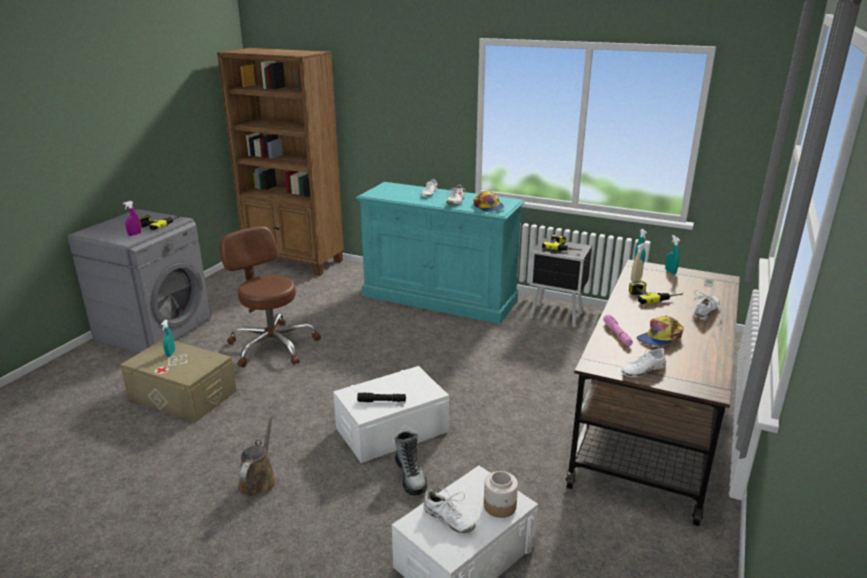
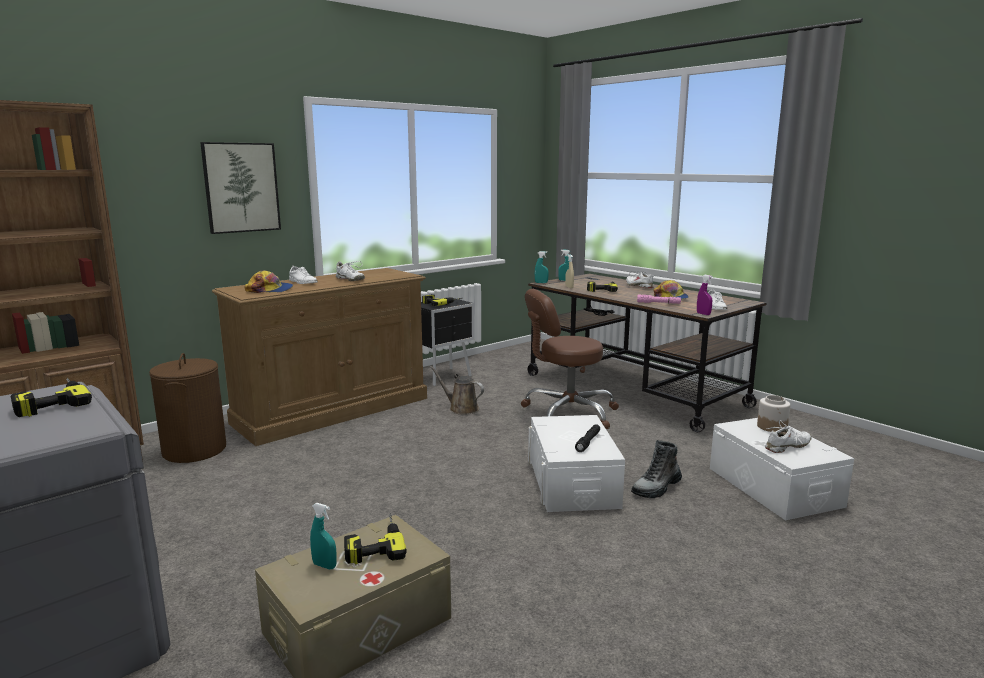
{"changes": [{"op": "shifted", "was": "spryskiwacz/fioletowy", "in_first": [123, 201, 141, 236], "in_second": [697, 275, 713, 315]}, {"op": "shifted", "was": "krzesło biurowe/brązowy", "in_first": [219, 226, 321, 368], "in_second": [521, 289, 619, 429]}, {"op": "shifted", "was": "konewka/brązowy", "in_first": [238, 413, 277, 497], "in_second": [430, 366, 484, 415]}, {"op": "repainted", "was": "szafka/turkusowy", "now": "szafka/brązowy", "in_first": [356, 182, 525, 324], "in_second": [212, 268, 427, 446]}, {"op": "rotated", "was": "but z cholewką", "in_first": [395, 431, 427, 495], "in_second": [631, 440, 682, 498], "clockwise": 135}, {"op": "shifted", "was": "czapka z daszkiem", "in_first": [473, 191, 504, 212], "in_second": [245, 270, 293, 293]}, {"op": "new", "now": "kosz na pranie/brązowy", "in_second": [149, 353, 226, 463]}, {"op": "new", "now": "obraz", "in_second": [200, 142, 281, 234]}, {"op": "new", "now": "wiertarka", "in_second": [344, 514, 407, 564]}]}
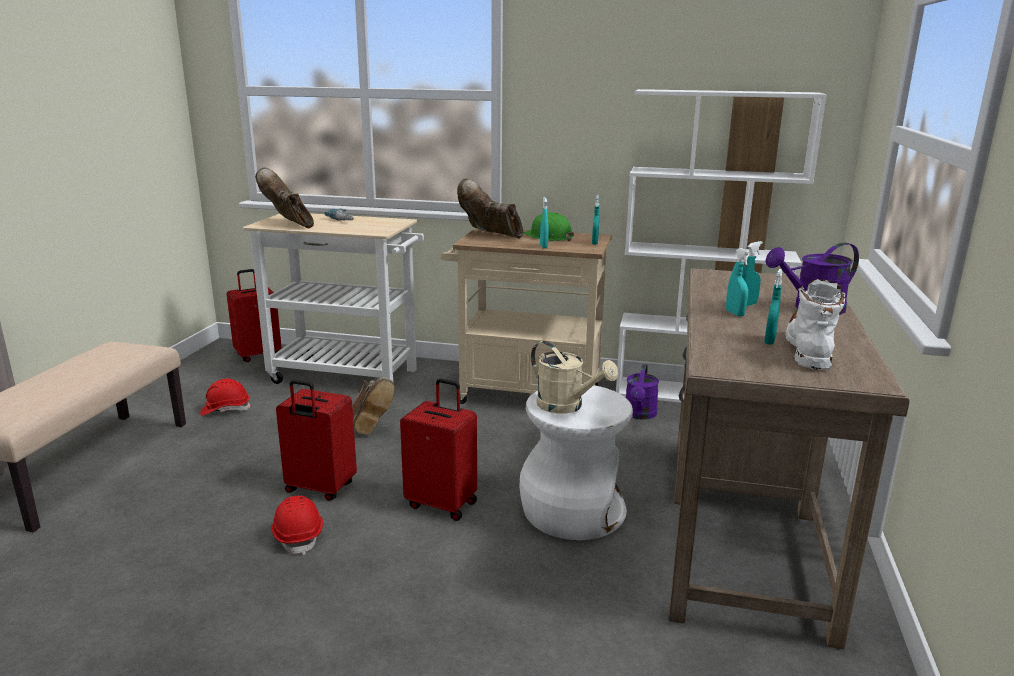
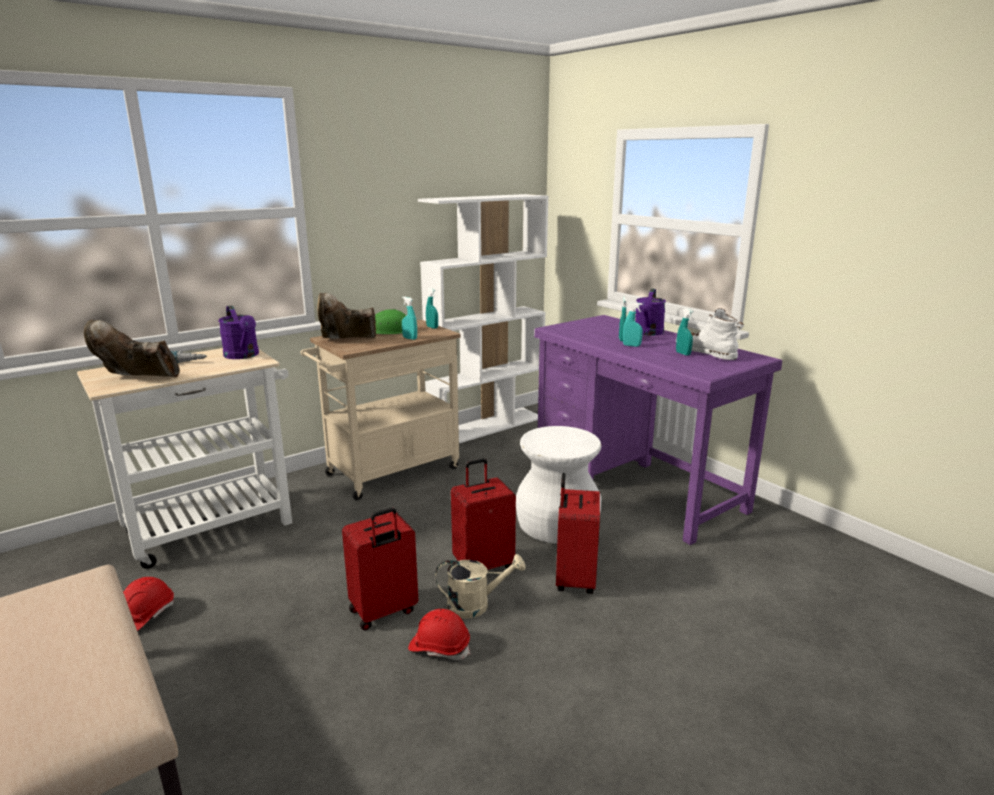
{"changes": [{"op": "shifted", "was": "walizka/czerwony", "in_first": [227, 269, 282, 362], "in_second": [556, 473, 600, 594]}, {"op": "gone", "was": "but z cholewką/brązowy", "in_first": [352, 377, 395, 435]}, {"op": "shifted", "was": "konewka/beżowy", "in_first": [531, 341, 618, 414], "in_second": [435, 554, 525, 619]}, {"op": "shifted", "was": "konewka/fioletowy", "in_first": [626, 364, 659, 420], "in_second": [218, 306, 259, 359]}, {"op": "repainted", "was": "biurko/brązowy", "now": "biurko/fioletowy", "in_first": [669, 268, 909, 649], "in_second": [534, 315, 782, 545]}]}
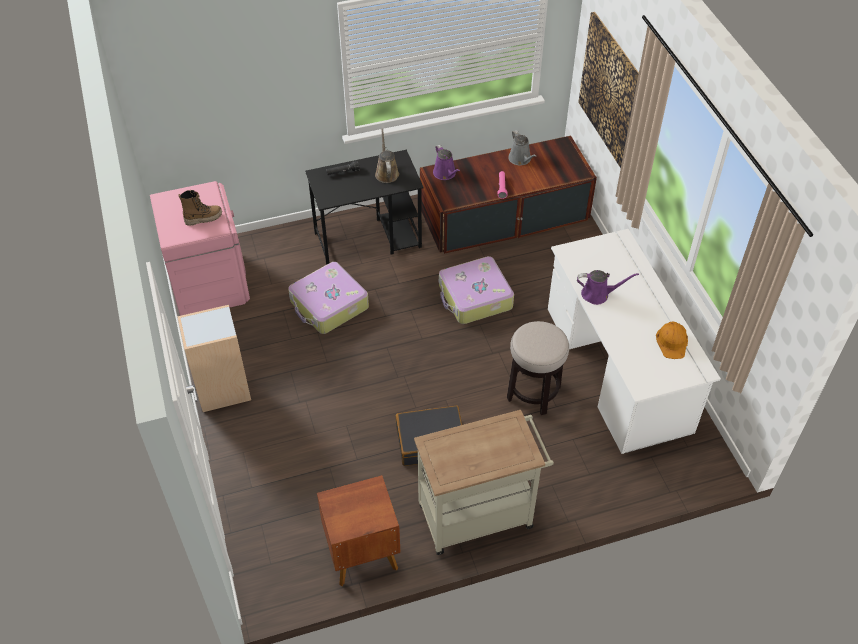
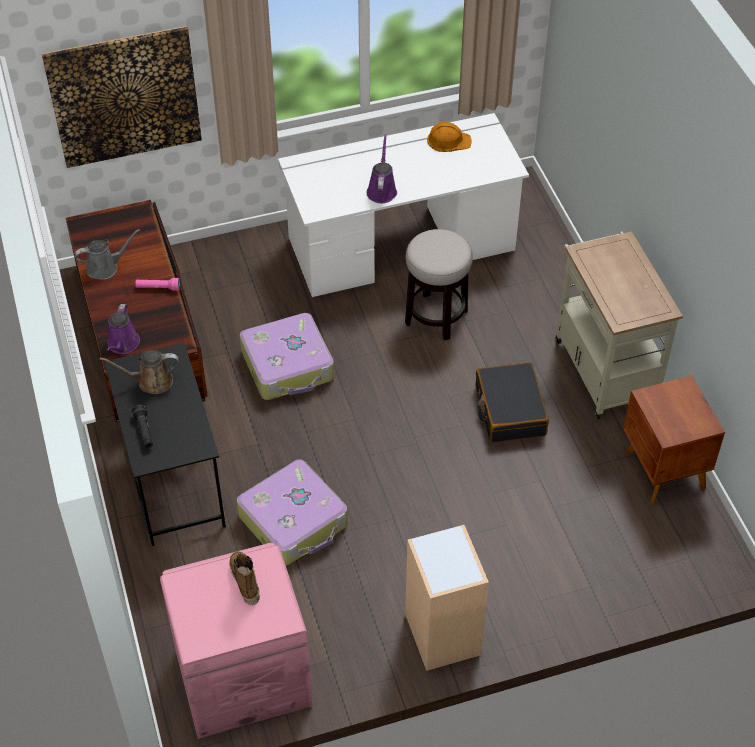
{"changes": [{"op": "rotated", "was": "konewka/fioletowy", "in_first": [433, 145, 460, 180], "in_second": [107, 304, 140, 354], "clockwise": 120}]}
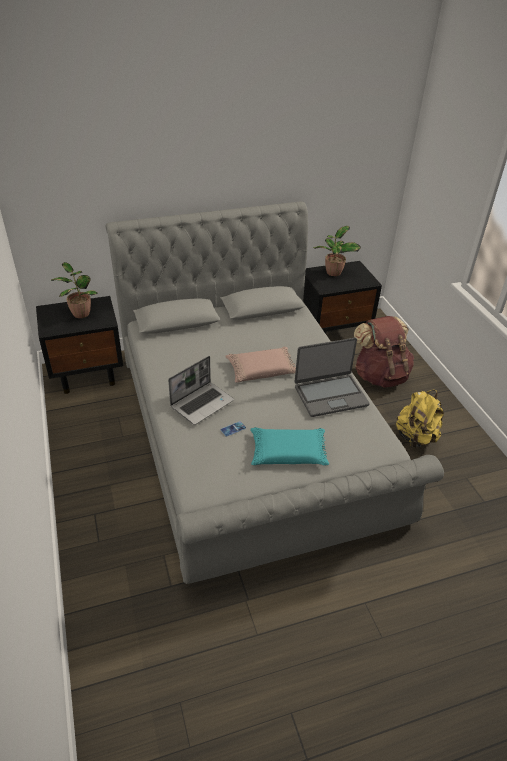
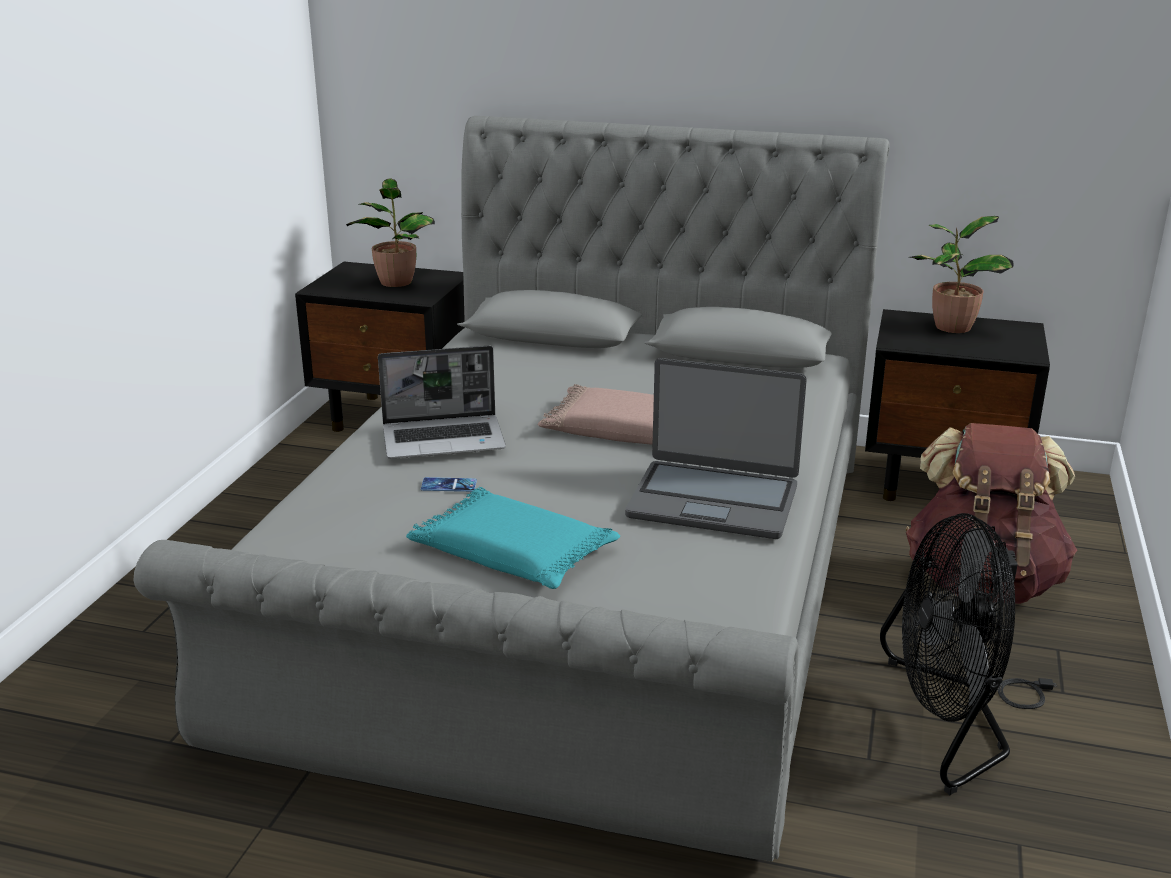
{"changes": [{"op": "swapped", "was": "plecak/żółty", "now": "wentylator/czarny", "in_first": [396, 390, 444, 448], "in_second": [880, 513, 1057, 795]}]}
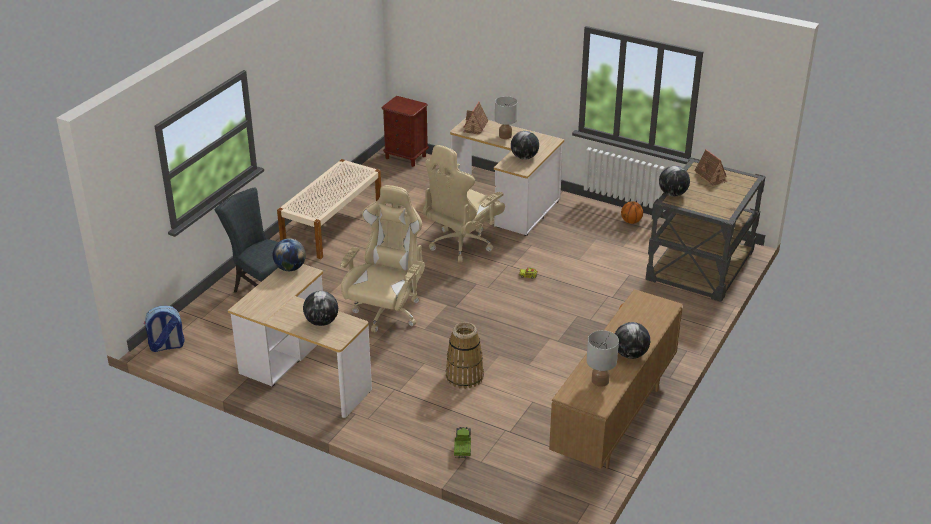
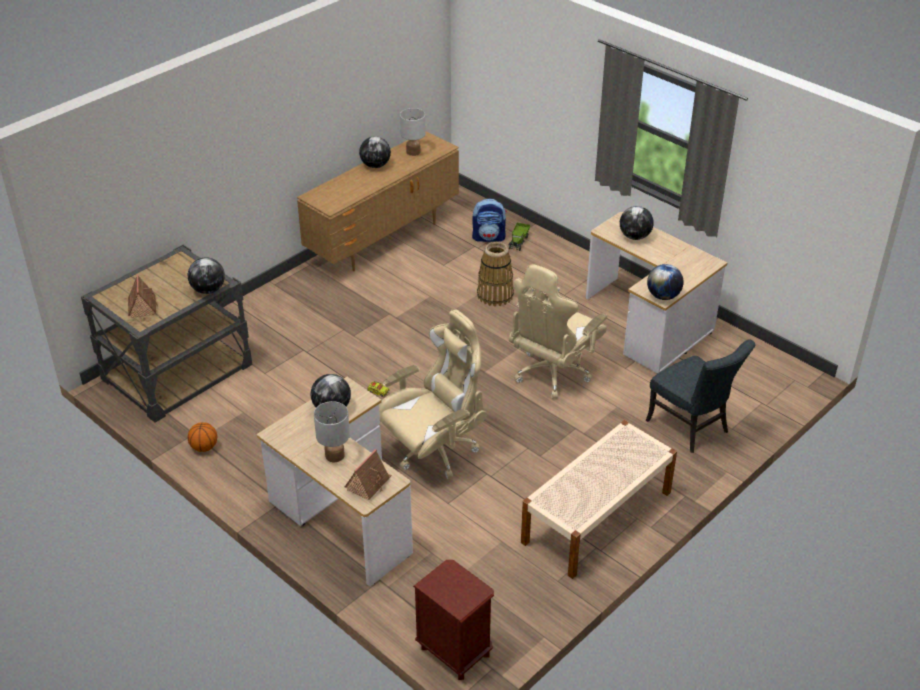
{"changes": [{"op": "shifted", "was": "plecak", "in_first": [144, 306, 185, 352], "in_second": [472, 198, 507, 242]}]}
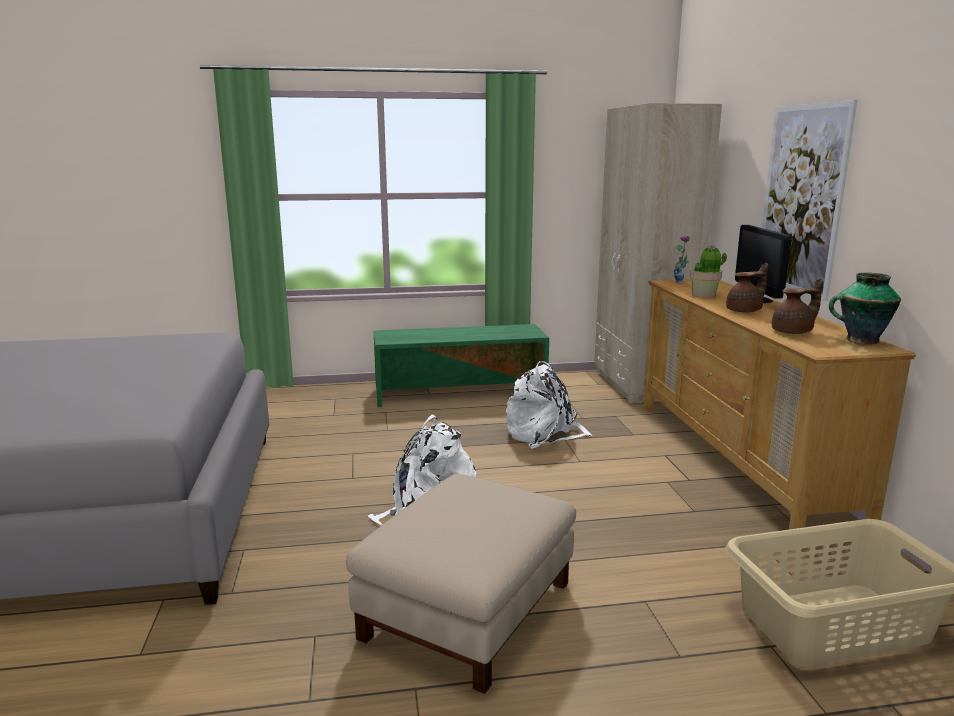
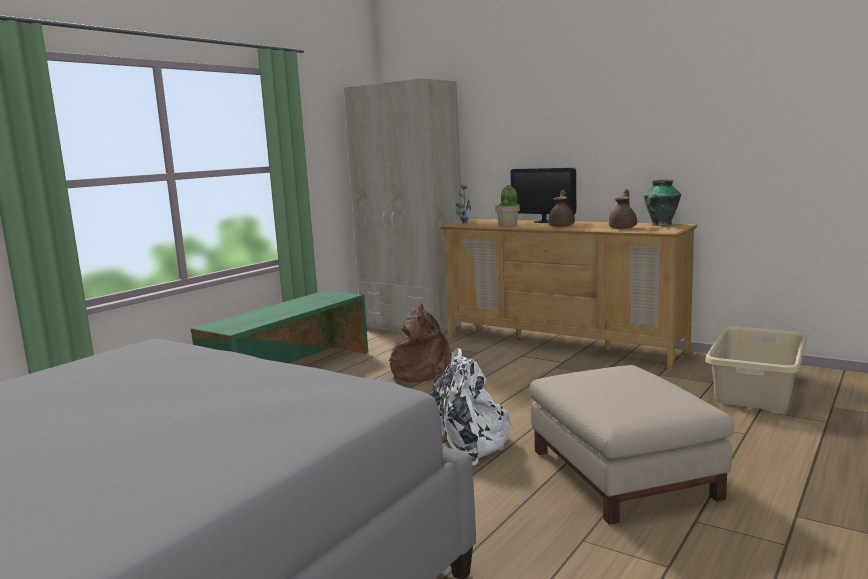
{"changes": [{"op": "repainted", "was": "plecak/biały", "now": "plecak/brązowy", "in_first": [506, 361, 593, 448], "in_second": [389, 303, 452, 383]}, {"op": "gone", "was": "obraz", "in_first": [762, 100, 857, 301]}]}
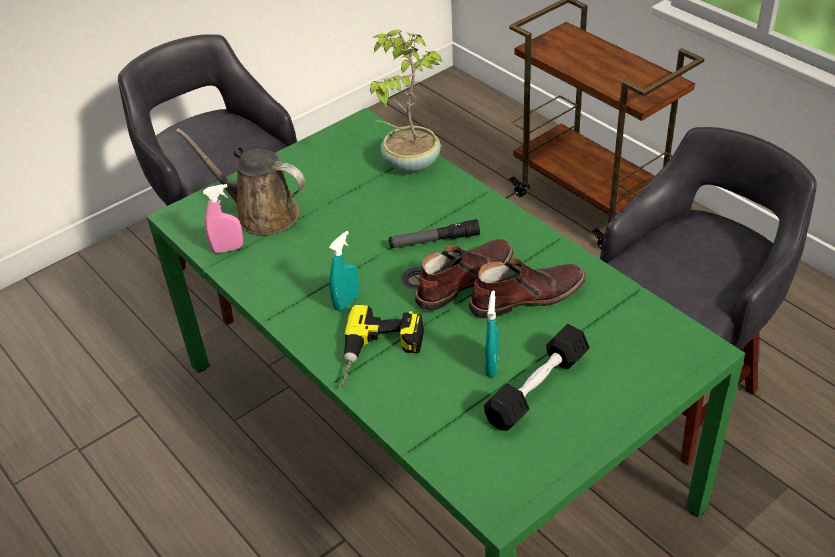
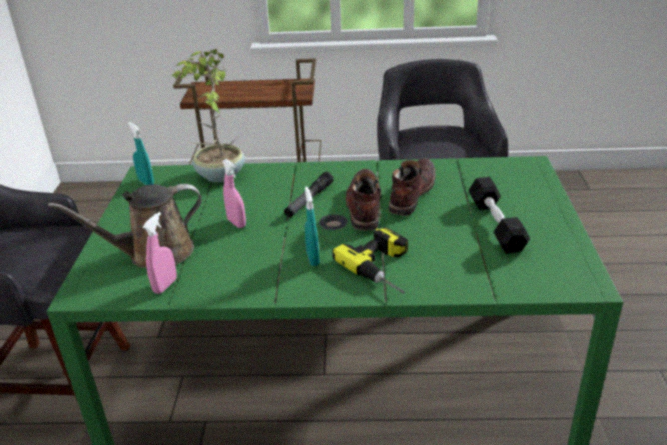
{"changes": [{"op": "shifted", "was": "spryskiwacz/turkusowy", "in_first": [485, 291, 499, 377], "in_second": [128, 122, 154, 185]}, {"op": "new", "now": "spryskiwacz/różowy", "in_second": [222, 159, 246, 228]}]}
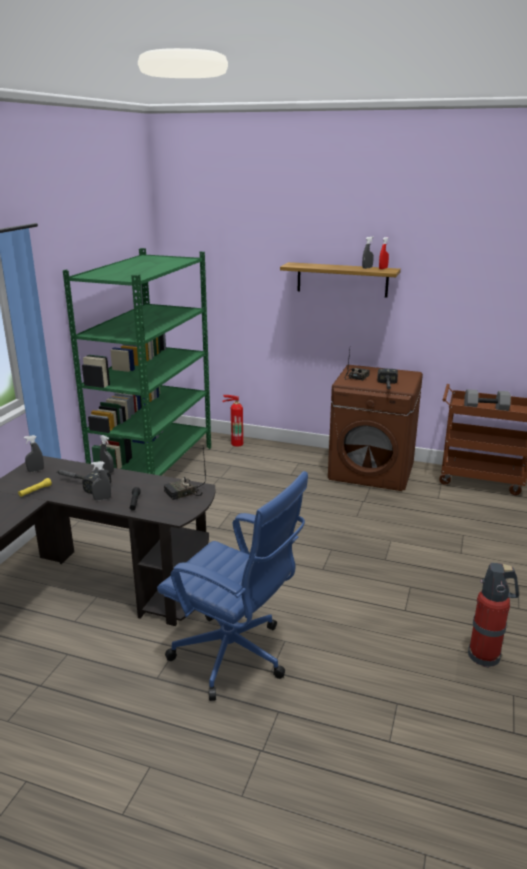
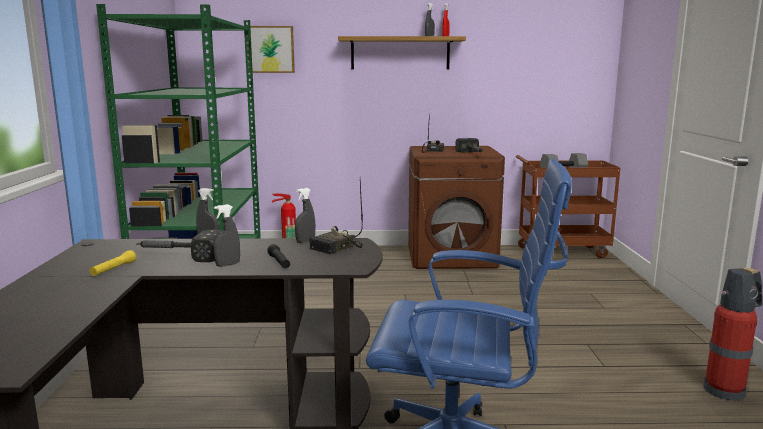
{"changes": [{"op": "shifted", "was": "spryskiwacz/szary", "in_first": [24, 435, 44, 472], "in_second": [295, 188, 315, 243]}, {"op": "new", "now": "obraz", "in_second": [247, 26, 295, 73]}]}
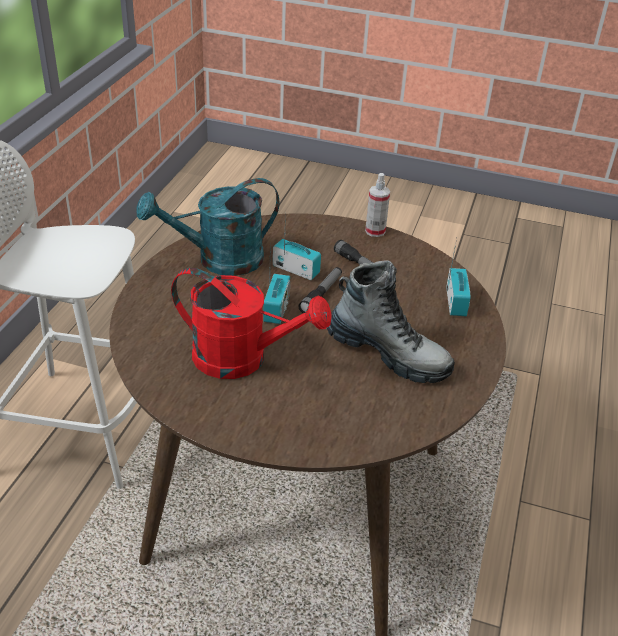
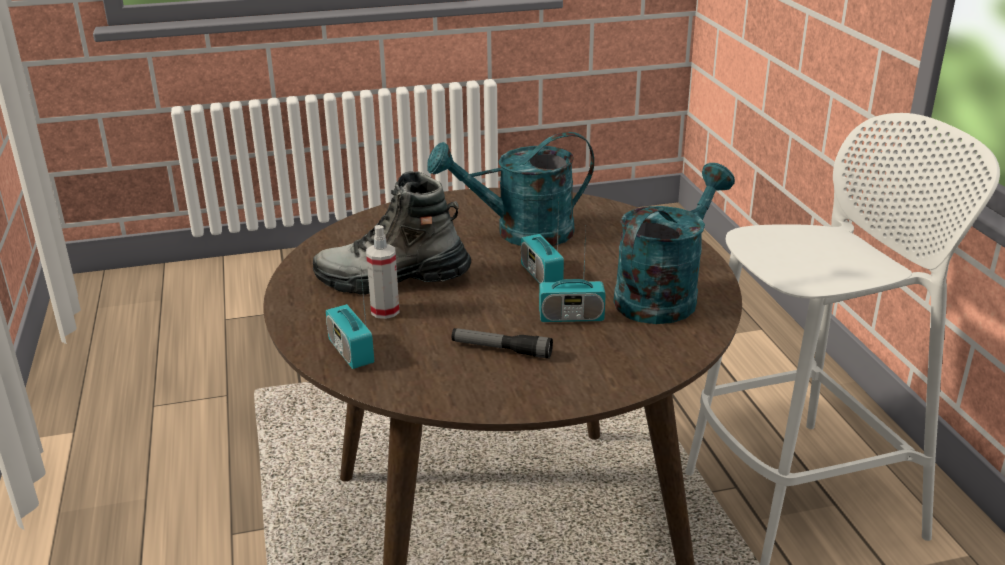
{"changes": [{"op": "repainted", "was": "konewka/czerwony", "now": "konewka/turkusowy", "in_first": [171, 268, 332, 379], "in_second": [427, 132, 594, 246]}, {"op": "gone", "was": "latarka", "in_first": [298, 267, 342, 313]}, {"op": "shifted", "was": "spryskiwacz", "in_first": [365, 173, 390, 237], "in_second": [366, 225, 400, 319]}]}
